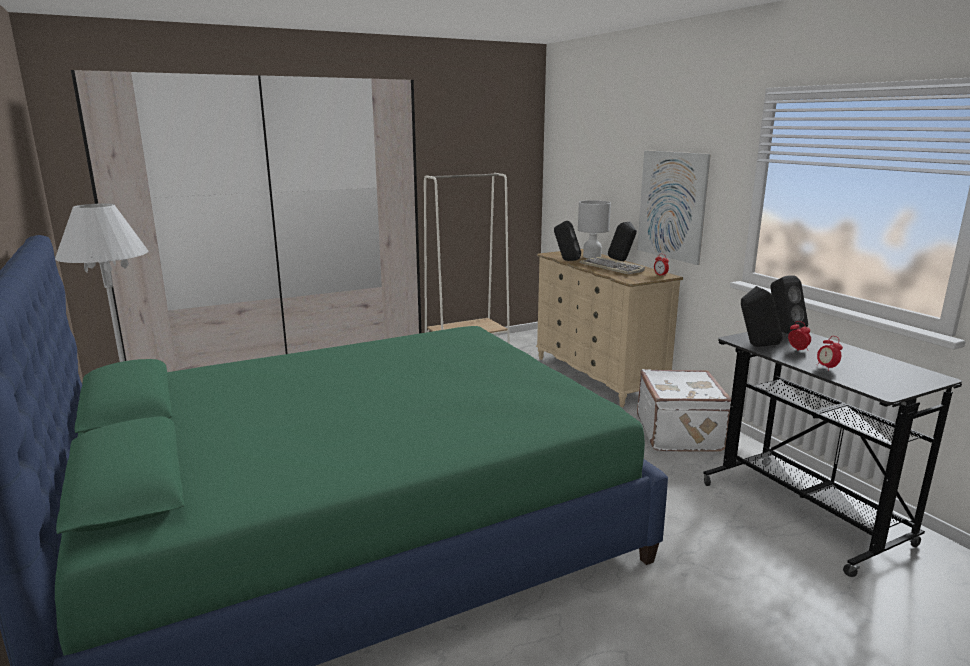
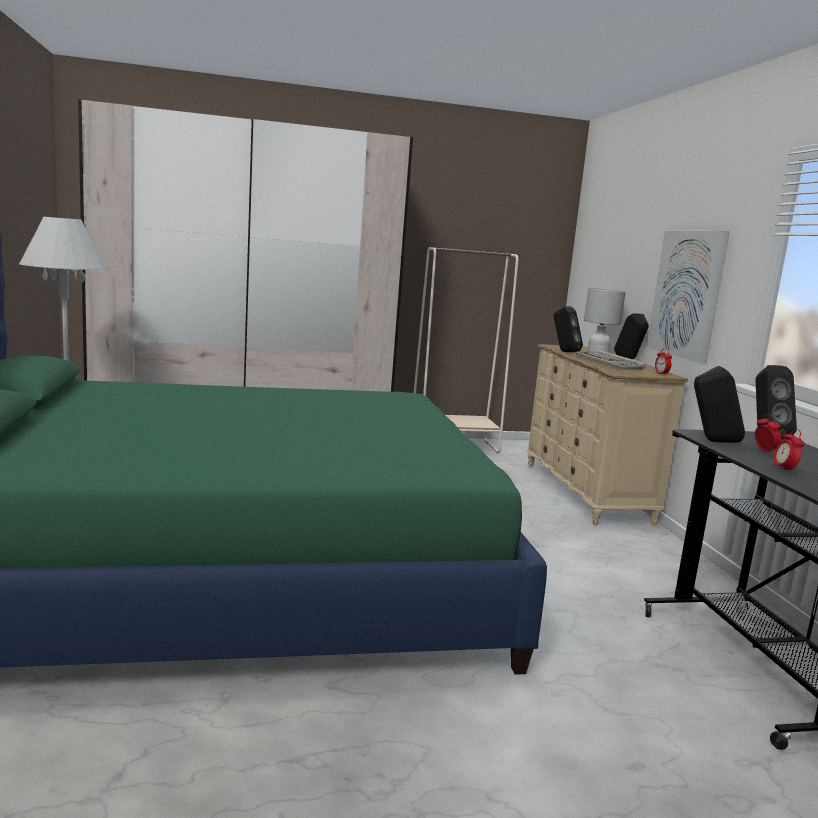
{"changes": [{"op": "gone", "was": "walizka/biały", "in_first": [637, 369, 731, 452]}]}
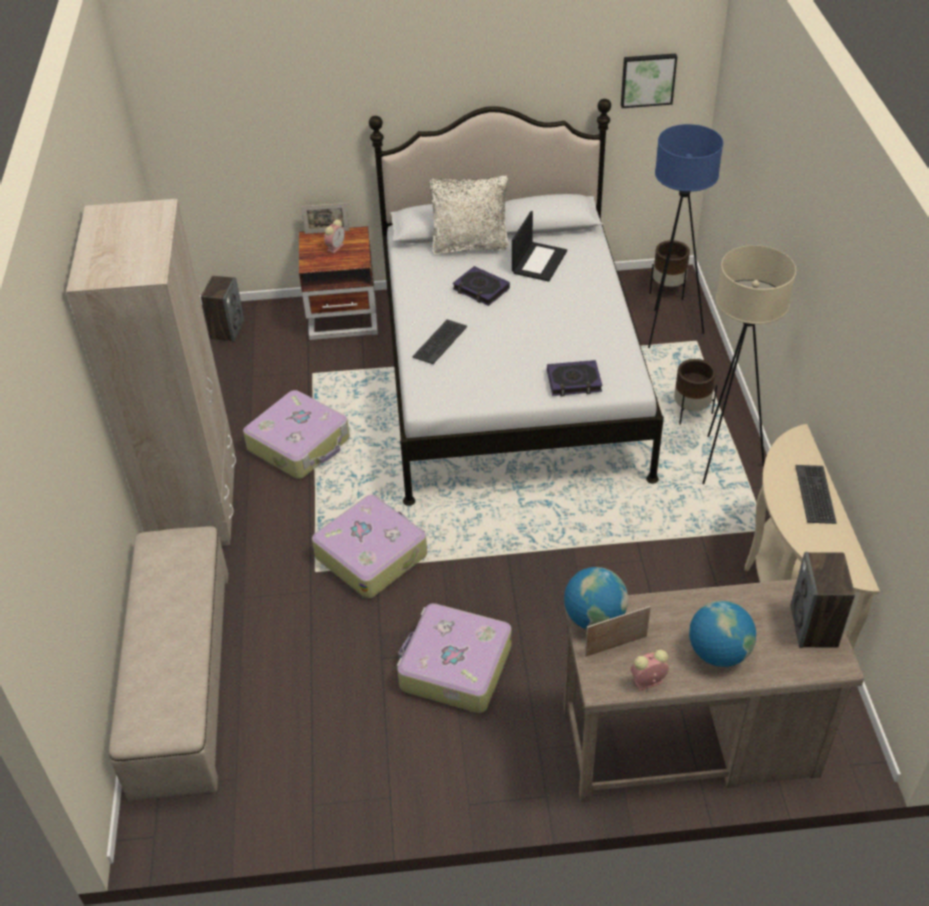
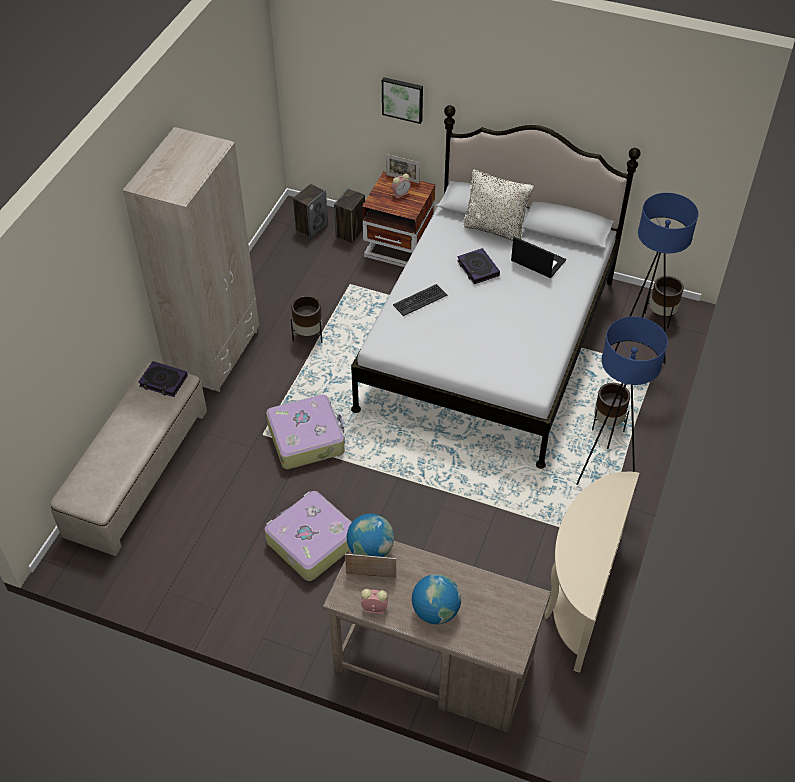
{"changes": [{"op": "swapped", "was": "walizka", "now": "donica/brązowy", "in_first": [243, 390, 350, 479], "in_second": [291, 295, 322, 343]}, {"op": "rotated", "was": "laptop", "in_first": [512, 211, 567, 282], "in_second": [511, 237, 566, 278], "clockwise": -105}, {"op": "shifted", "was": "książka", "in_first": [547, 360, 602, 396], "in_second": [138, 361, 188, 397]}, {"op": "shifted", "was": "obraz", "in_first": [621, 53, 677, 108], "in_second": [382, 77, 423, 124]}, {"op": "repainted", "was": "lampa stojąca/beżowy", "now": "lampa stojąca/niebieski", "in_first": [702, 245, 796, 484], "in_second": [576, 316, 668, 485]}, {"op": "shifted", "was": "głośnik", "in_first": [791, 552, 855, 648], "in_second": [334, 188, 365, 243]}, {"op": "gone", "was": "klawiatura", "in_first": [795, 465, 837, 524]}]}
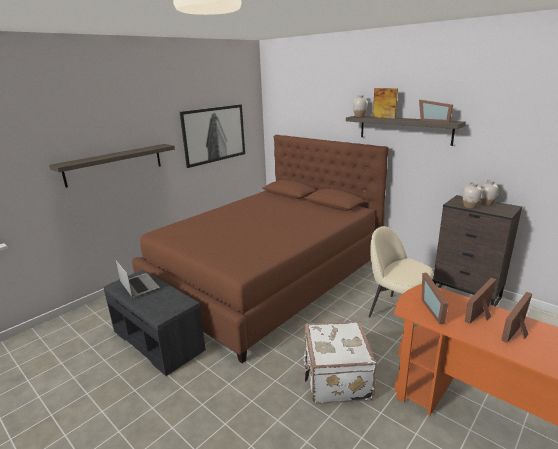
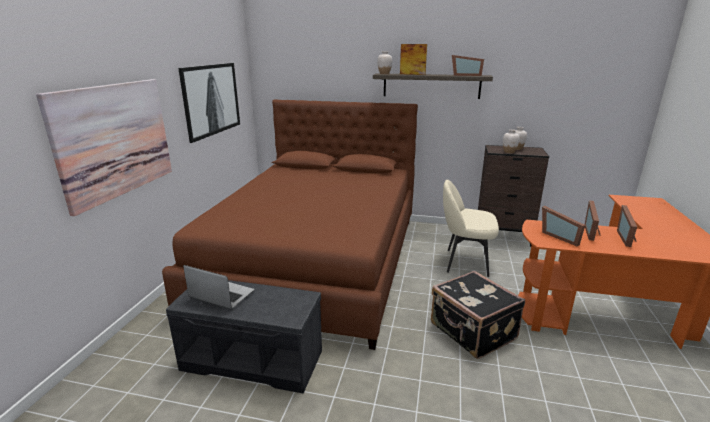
{"changes": [{"op": "swapped", "was": "półka", "now": "obraz", "in_first": [49, 144, 175, 188], "in_second": [36, 79, 172, 216]}, {"op": "repainted", "was": "walizka/biały", "now": "walizka/czarny", "in_first": [303, 321, 377, 404], "in_second": [431, 271, 525, 359]}]}
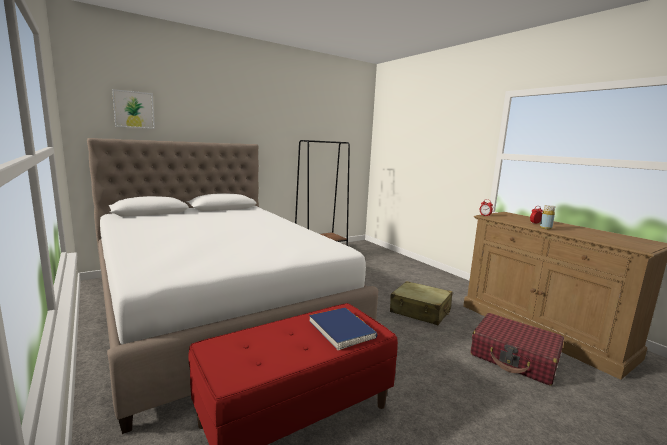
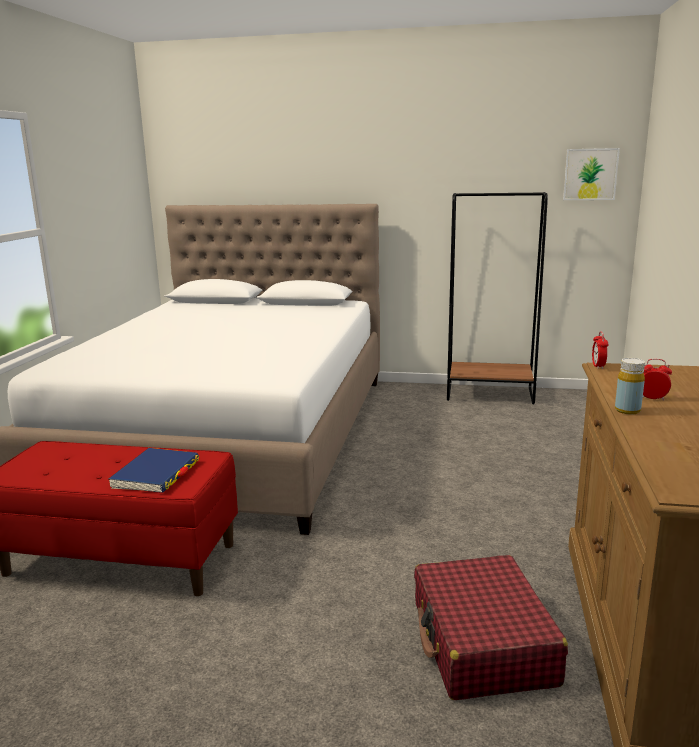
{"changes": [{"op": "shifted", "was": "obraz", "in_first": [112, 89, 155, 129], "in_second": [563, 148, 620, 200]}, {"op": "gone", "was": "walizka/beżowy", "in_first": [390, 281, 453, 325]}]}
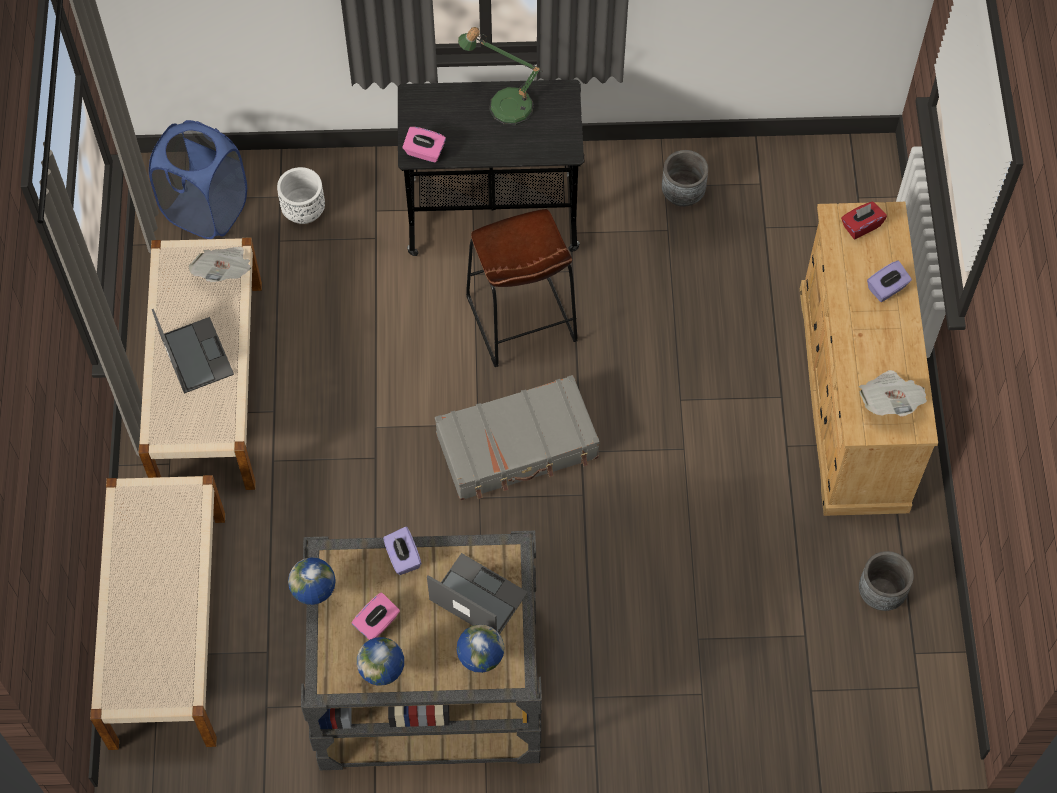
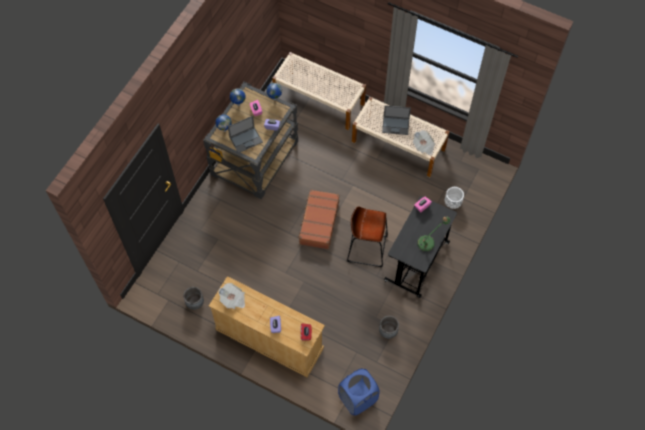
{"changes": [{"op": "shifted", "was": "kosz na pranie/niebieski", "in_first": [149, 120, 247, 239], "in_second": [338, 368, 380, 416]}, {"op": "repainted", "was": "walizka/szary", "now": "walizka/brązowy", "in_first": [435, 375, 600, 501], "in_second": [298, 189, 340, 250]}]}
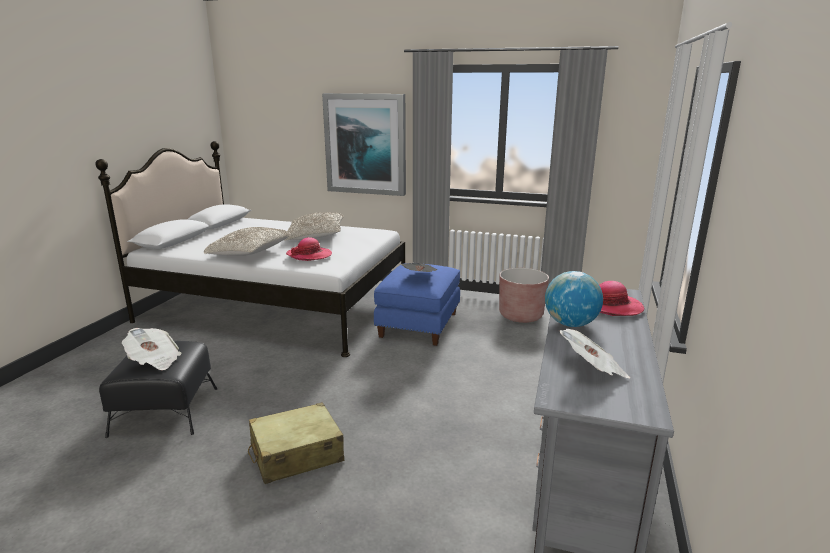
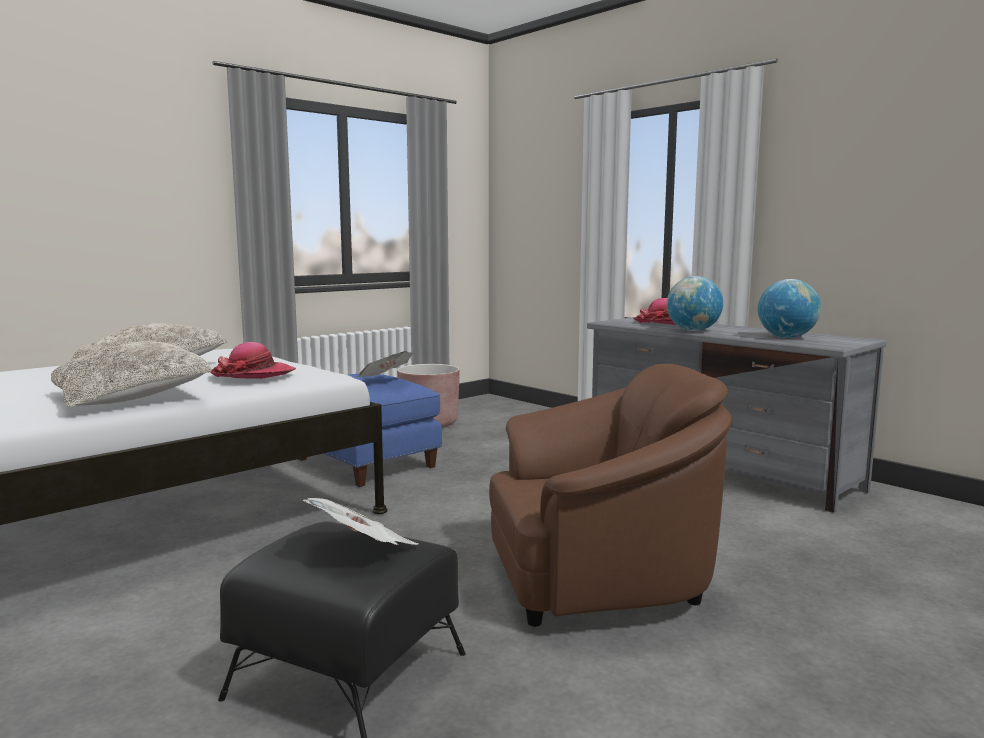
{"changes": [{"op": "swapped", "was": "walizka/beżowy", "now": "fotel/brązowy", "in_first": [248, 402, 344, 484], "in_second": [489, 364, 731, 627]}, {"op": "gone", "was": "obraz", "in_first": [322, 93, 406, 196]}, {"op": "swapped", "was": "gazeta", "now": "globus", "in_first": [559, 329, 631, 378], "in_second": [758, 279, 821, 338]}]}
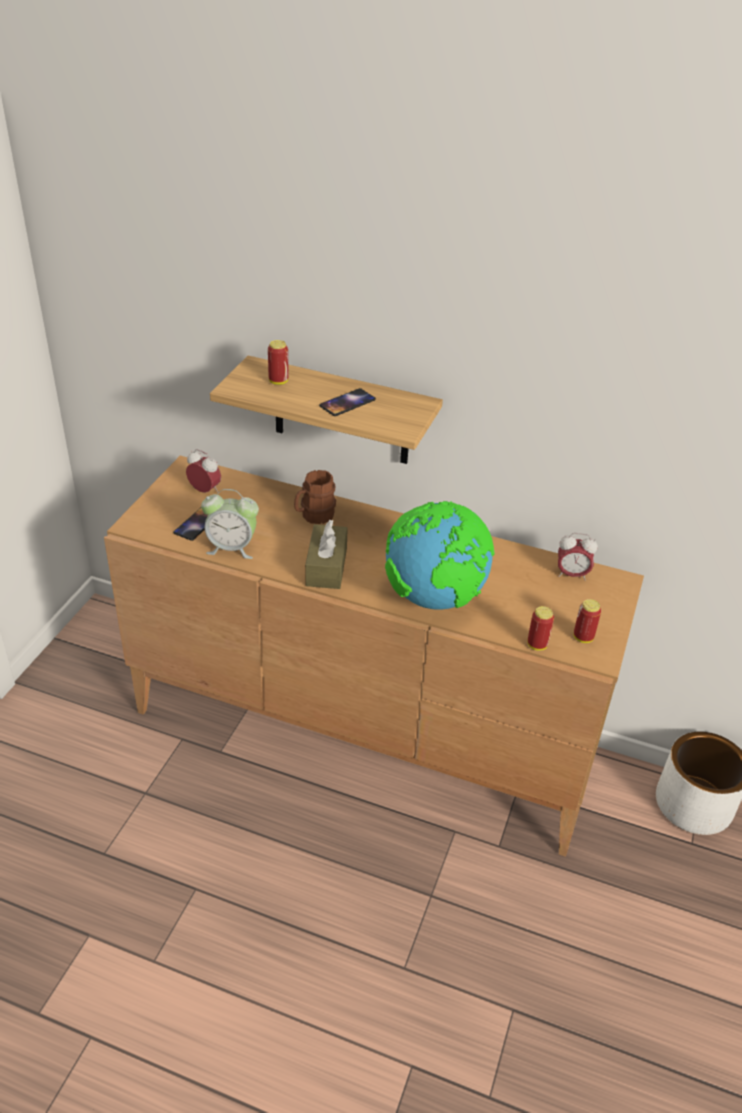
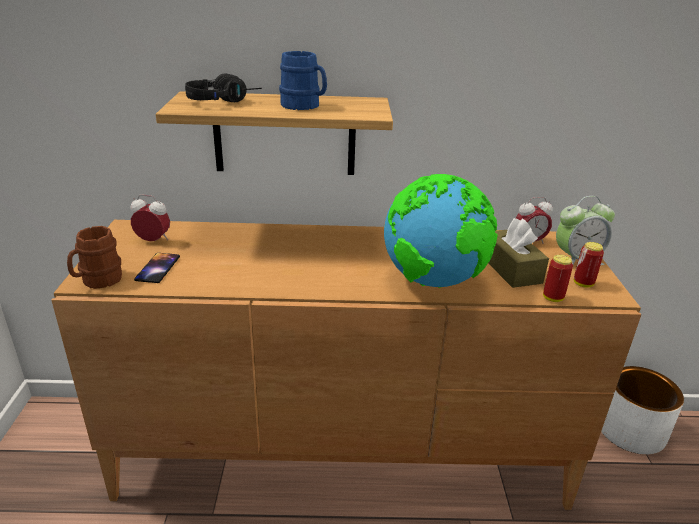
{"changes": [{"op": "shifted", "was": "budzik", "in_first": [201, 489, 259, 559], "in_second": [556, 196, 615, 266]}, {"op": "swapped", "was": "puszka", "now": "słuchawki/czarny", "in_first": [268, 340, 288, 385], "in_second": [185, 73, 262, 102]}, {"op": "shifted", "was": "kubek/brązowy", "in_first": [294, 470, 336, 524], "in_second": [67, 226, 122, 289]}, {"op": "shifted", "was": "pudełko chusteczek/brązowy", "in_first": [305, 520, 348, 589], "in_second": [488, 218, 549, 288]}, {"op": "swapped", "was": "telefon", "now": "kubek/niebieski", "in_first": [319, 388, 376, 416], "in_second": [279, 51, 327, 110]}]}
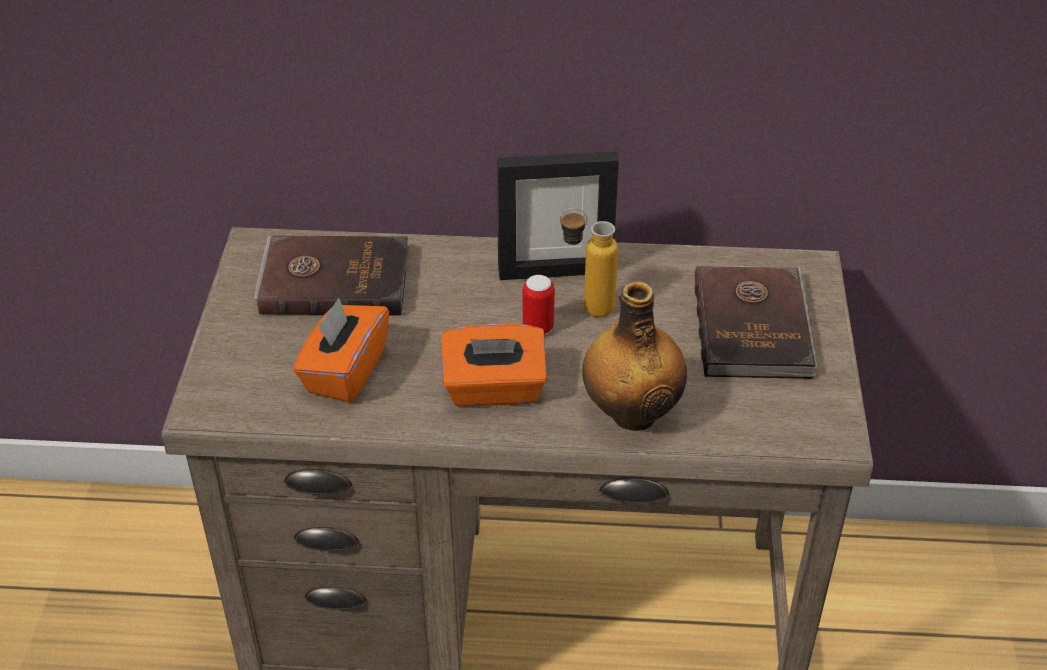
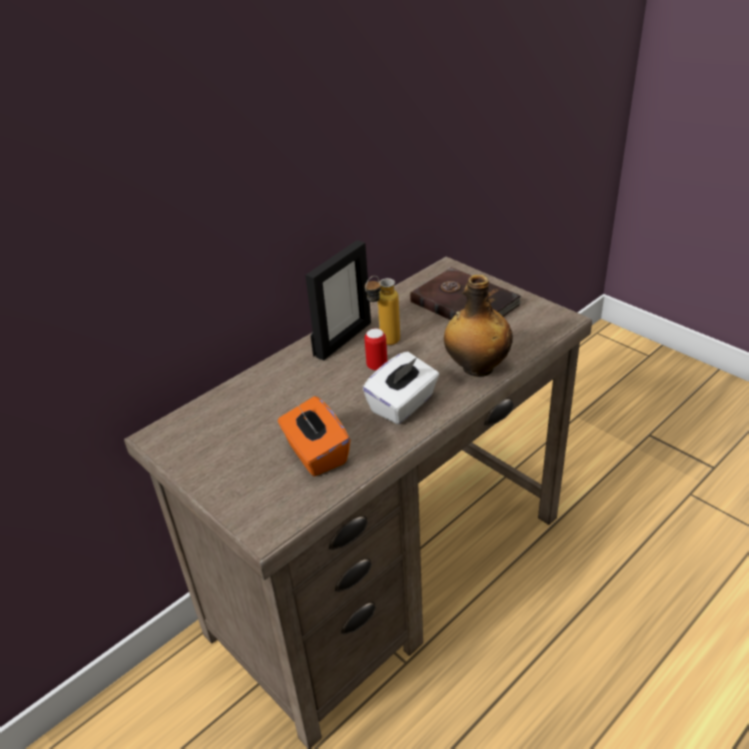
{"changes": [{"op": "gone", "was": "książka/brązowy", "in_first": [254, 236, 411, 315]}, {"op": "repainted", "was": "pudełko chusteczek/pomarańczowy", "now": "pudełko chusteczek/biały", "in_first": [441, 324, 547, 407], "in_second": [363, 351, 439, 424]}]}
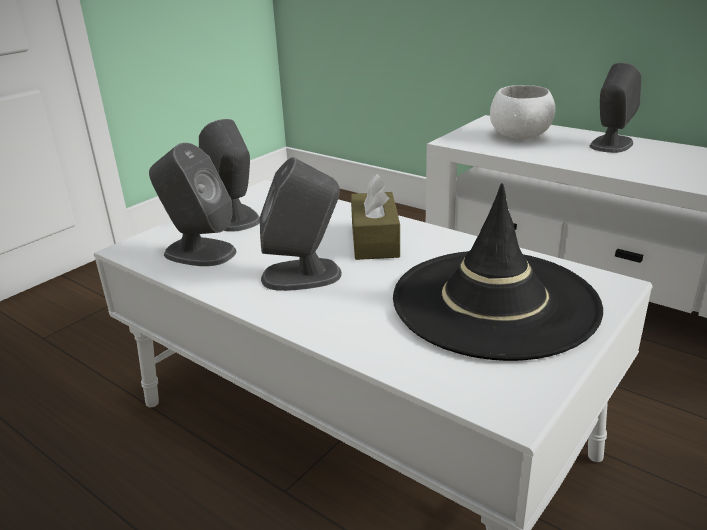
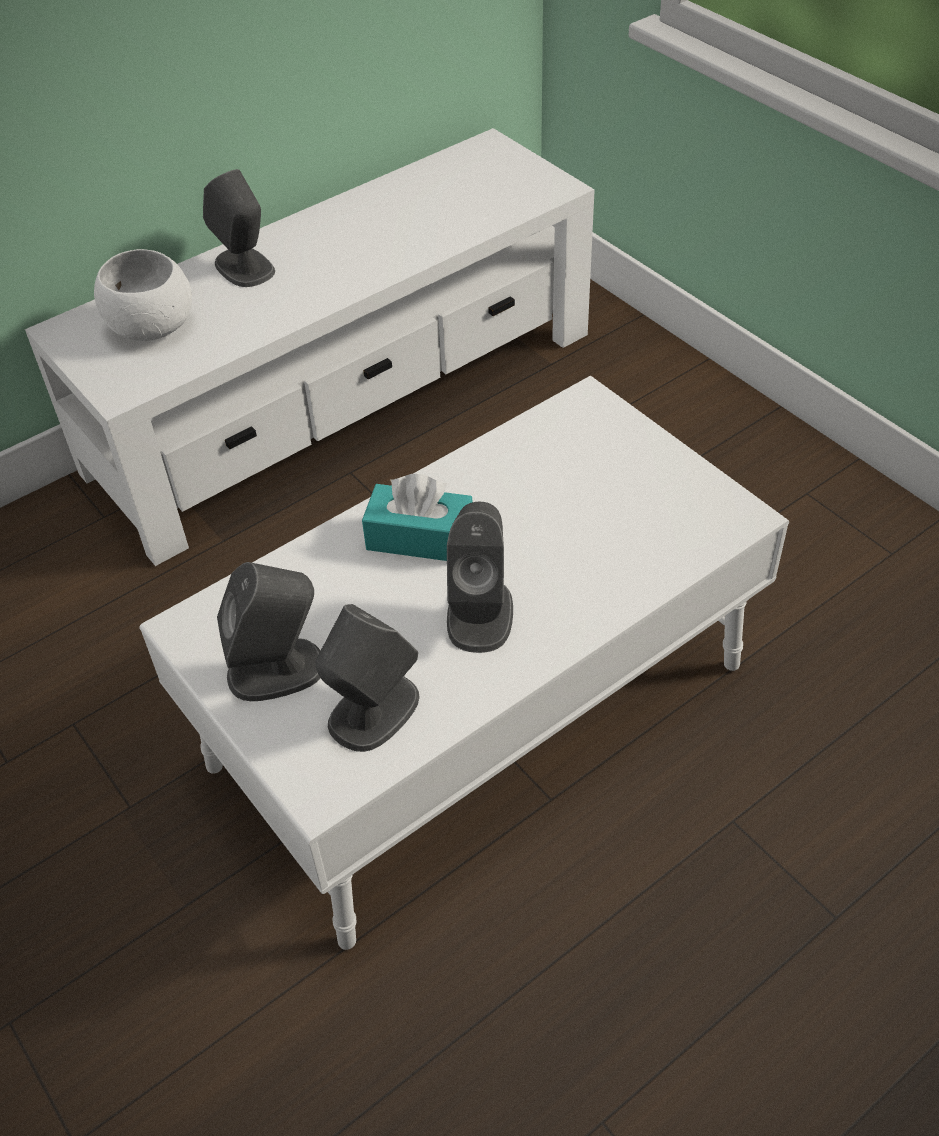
{"changes": [{"op": "repainted", "was": "pudełko chusteczek/brązowy", "now": "pudełko chusteczek/turkusowy", "in_first": [351, 174, 400, 260], "in_second": [362, 474, 472, 561]}, {"op": "gone", "was": "kapelusz/czarny", "in_first": [393, 183, 603, 361]}]}
